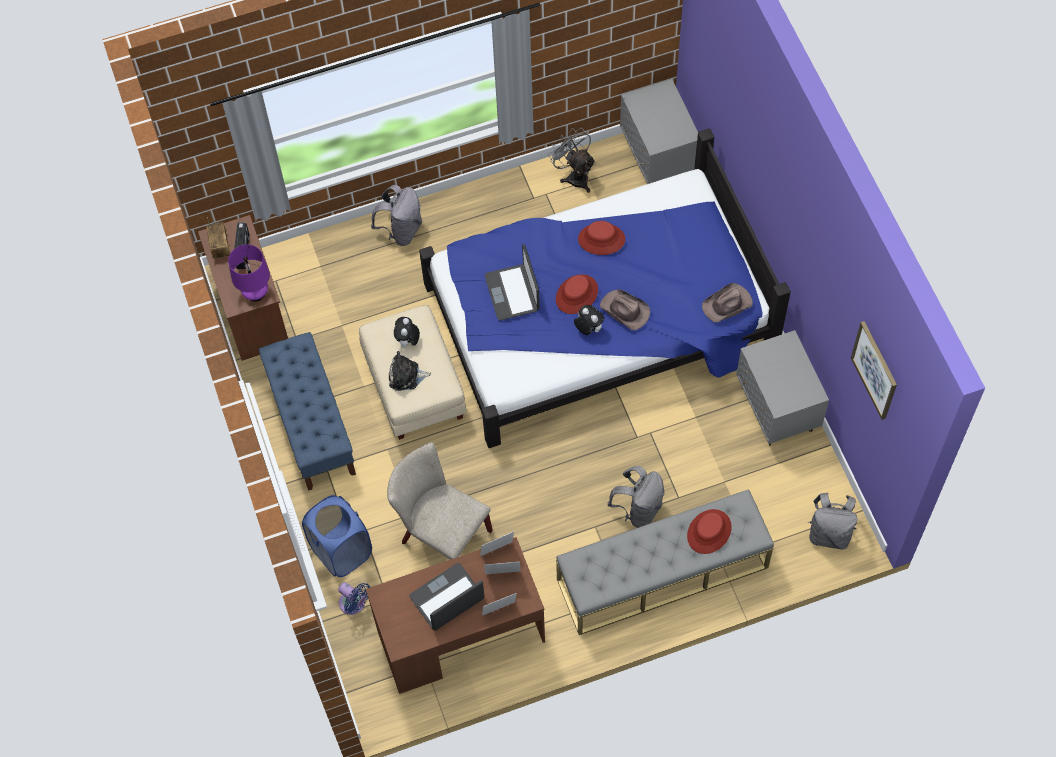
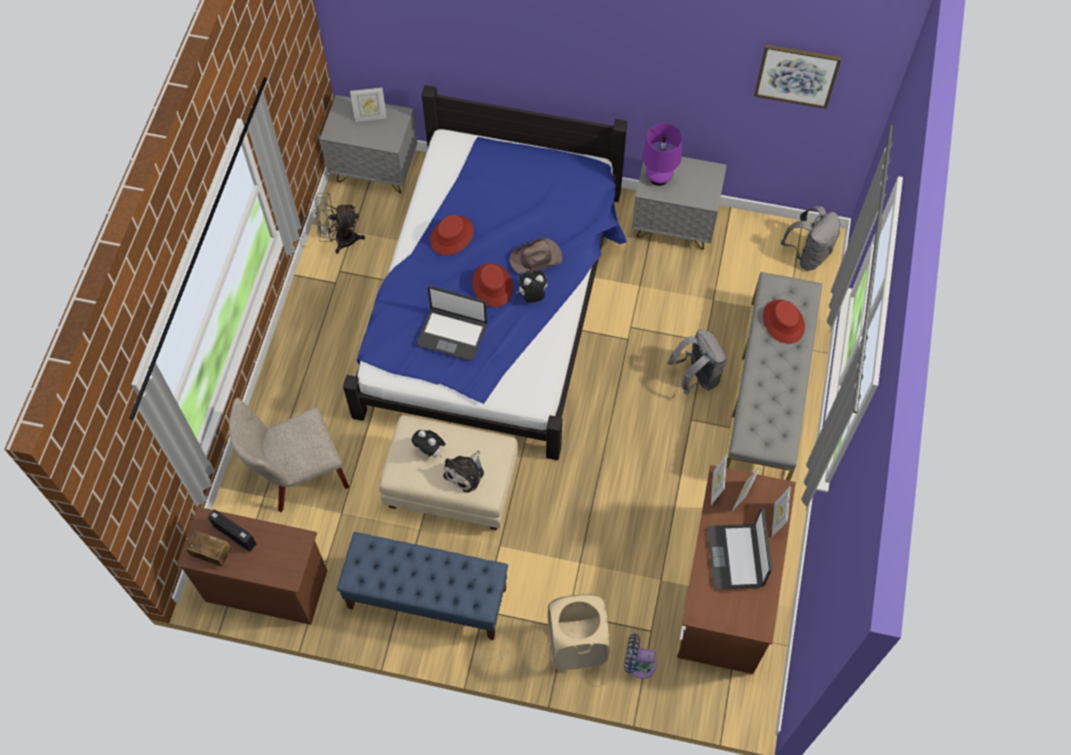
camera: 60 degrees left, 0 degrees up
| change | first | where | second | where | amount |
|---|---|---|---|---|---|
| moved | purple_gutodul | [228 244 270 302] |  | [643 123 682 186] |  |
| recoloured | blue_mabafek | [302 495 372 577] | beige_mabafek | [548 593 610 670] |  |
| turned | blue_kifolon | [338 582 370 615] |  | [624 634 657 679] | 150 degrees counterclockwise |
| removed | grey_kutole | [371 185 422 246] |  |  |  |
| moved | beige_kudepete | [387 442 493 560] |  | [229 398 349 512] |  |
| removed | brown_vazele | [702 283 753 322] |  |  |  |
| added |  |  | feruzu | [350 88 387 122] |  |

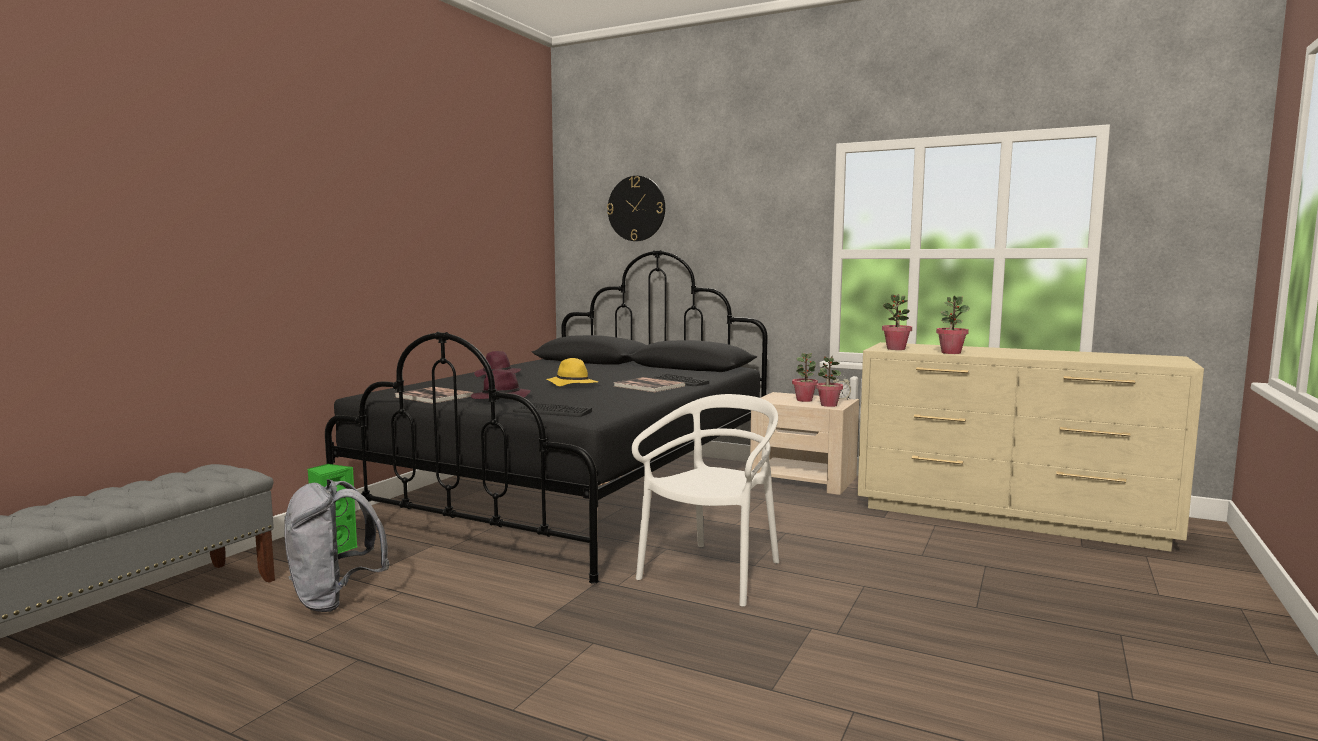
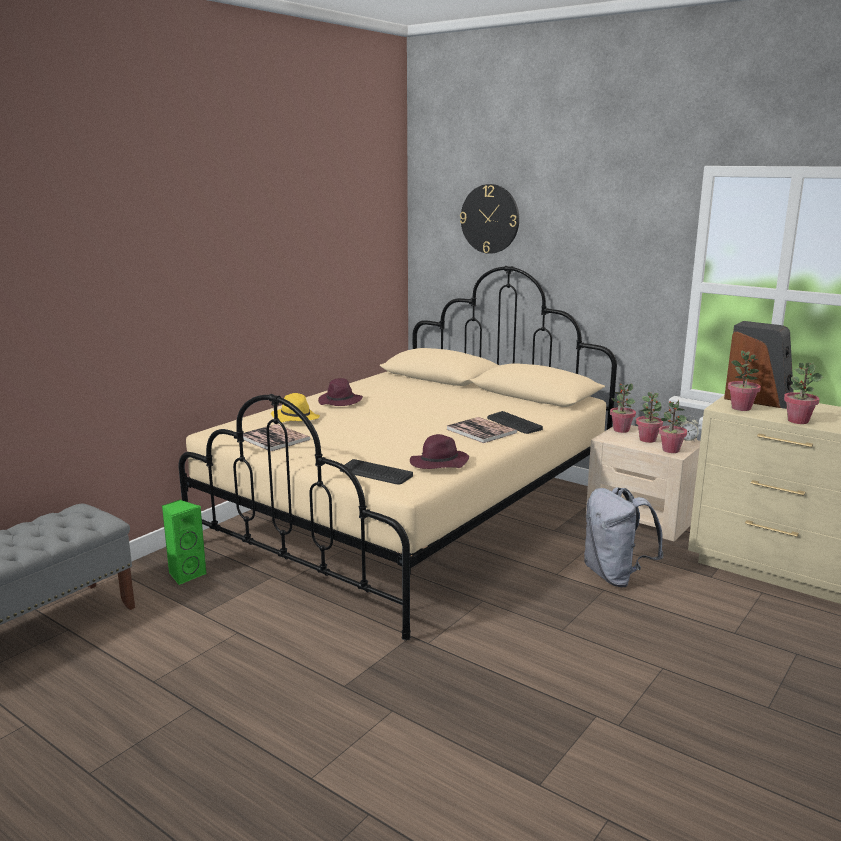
camera: 10 degrees right, 10 degrees up
| change | first | where | second | where | amount |
|---|---|---|---|---|---|
| moved | grey_kutole | [284 479 390 612] |  | [584 487 664 587] |  |
| recoloured | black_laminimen | [325 250 768 584] | beige_laminimen | [179 266 617 640] |  |
| moved | purple_vazele | [471 369 531 399] |  | [410 434 469 469] |  |
| moved | yellow_vazele | [547 358 598 386] |  | [271 393 320 422] |  |
| removed | white_kudepete | [632 394 779 607] |  |  |  |
| added |  |  | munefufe | [610 383 636 433] |  |
| added |  |  | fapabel | [724 321 794 409] |  |

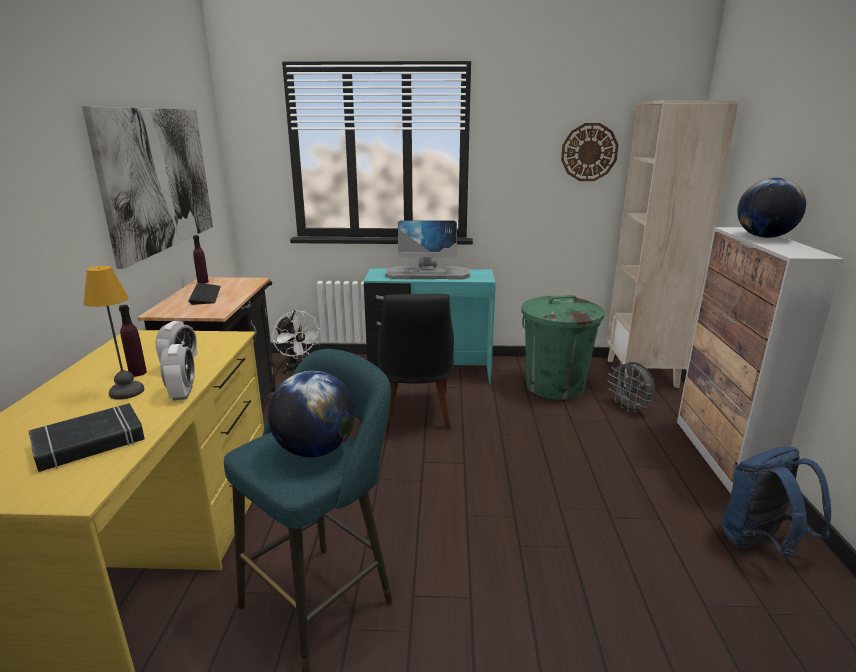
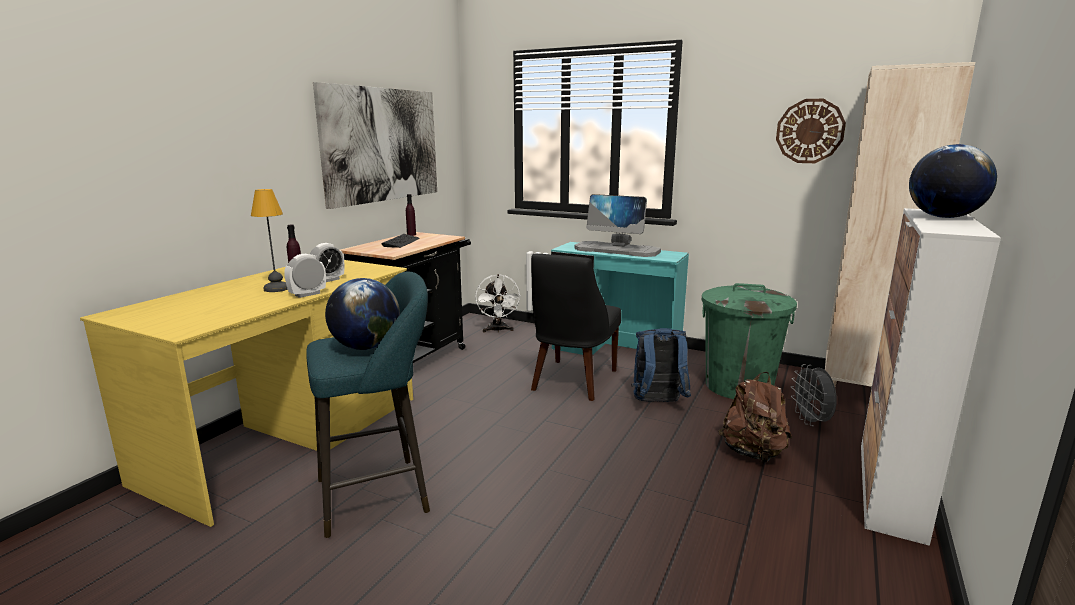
camera: 25 degrees right, 5 degrees down
| change | first | where | second | where | amount |
|---|---|---|---|---|---|
| removed | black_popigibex | [28 403 145 472] |  |  |  |
| turned | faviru | [160 344 195 400] |  | [285 254 326 298] | 150 degrees counterclockwise |
| moved | blue_kutole | [722 447 831 557] |  | [631 328 691 402] |  |
| added |  |  | brown_kutole | [718 372 792 463] |  |

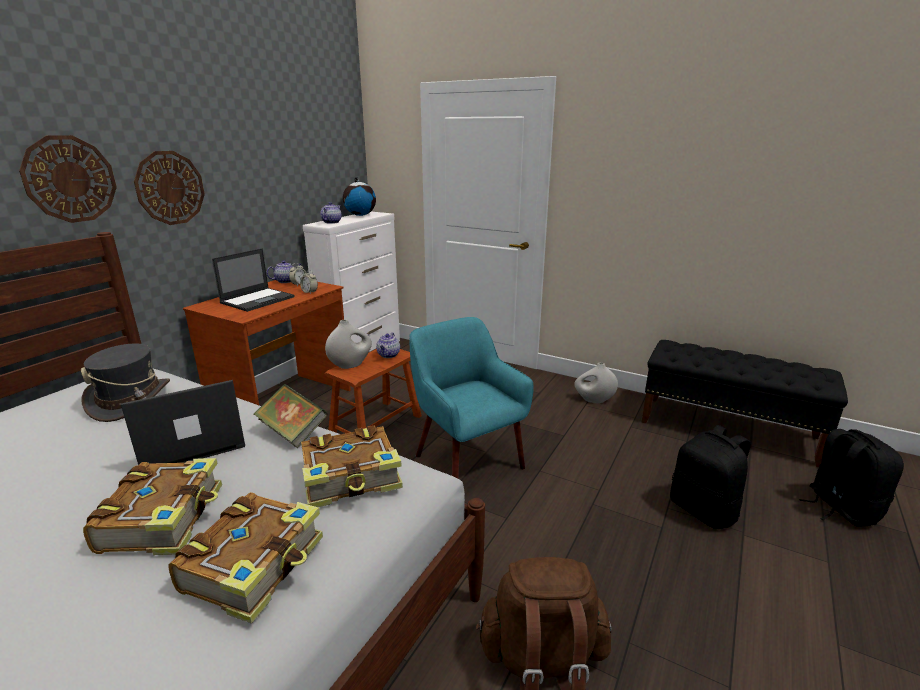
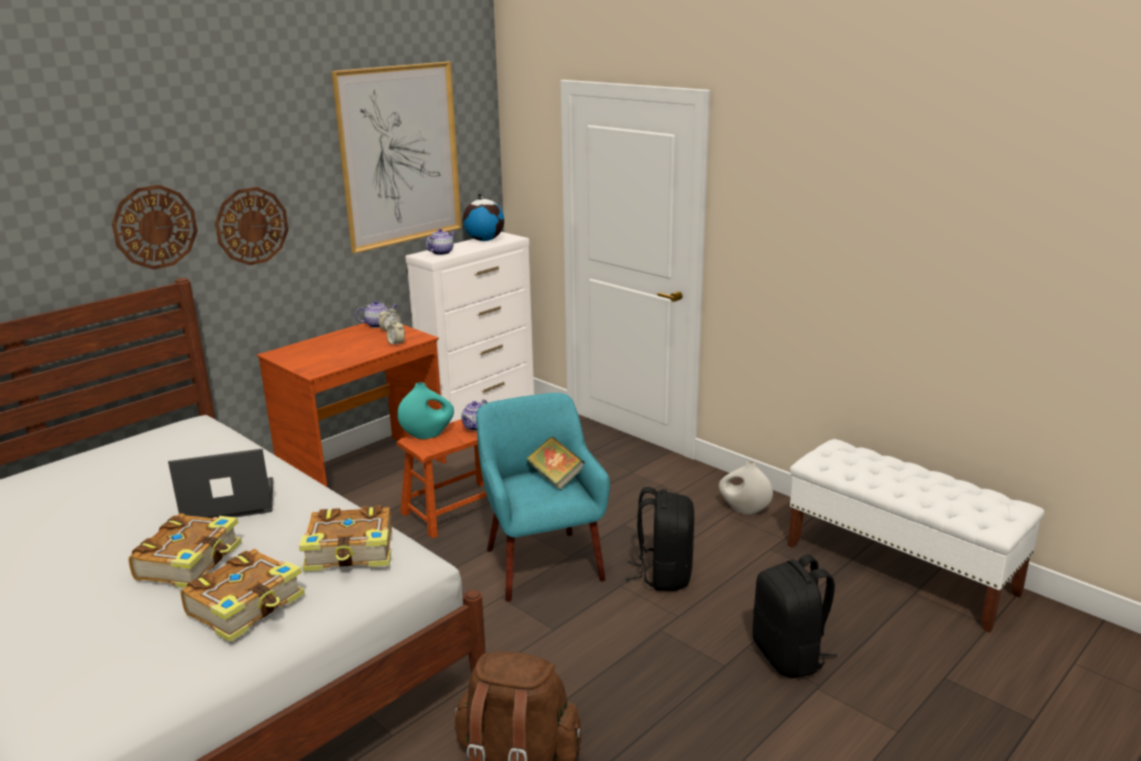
camera: 15 degrees right, 0 degrees up
| change | first | where | second | where | amount |
|---|---|---|---|---|---|
| removed | grey_vazele | [81 343 170 422] |  |  |  |
| removed | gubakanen | [212 248 294 312] |  |  |  |
| moved | popigibex | [253 384 328 448] |  | [526 437 585 490] |  |
| recoloured | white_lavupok | [325 320 372 369] | turquoise_lavupok | [397 382 454 439] |  |
| recoloured | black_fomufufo | [641 340 848 467] | white_fomufufo | [788 439 1044 633] |  |
| moved | black_kutole | [799 429 904 527] |  | [626 487 694 591] |  |
| added |  |  | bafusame | [331 62 462 253] |  |

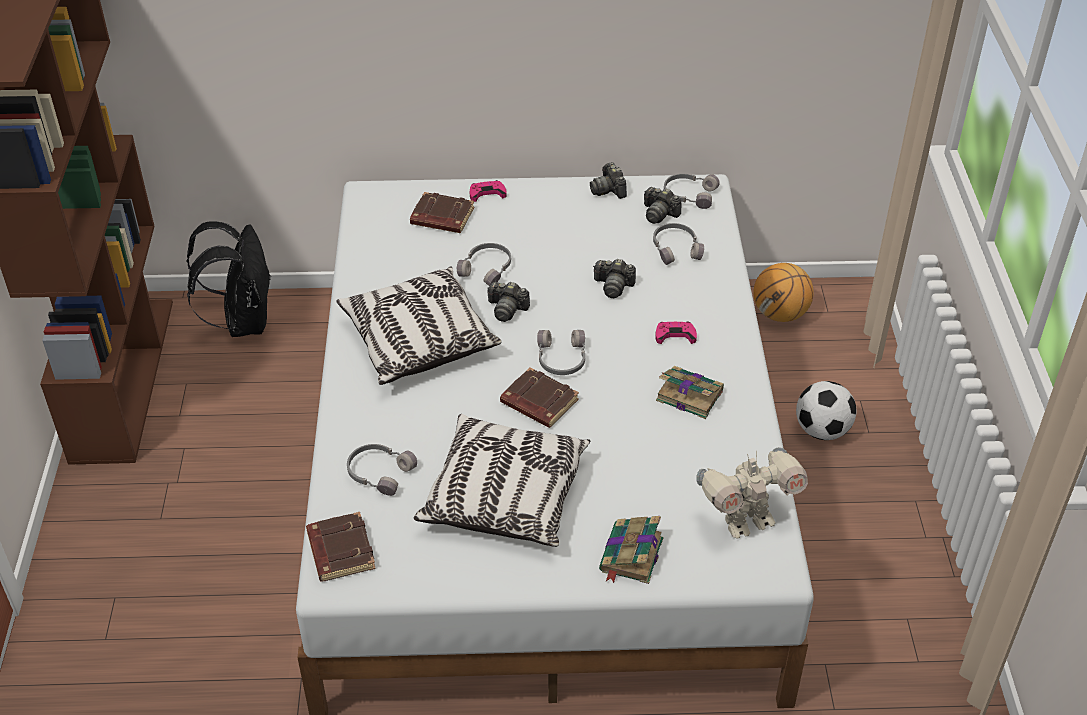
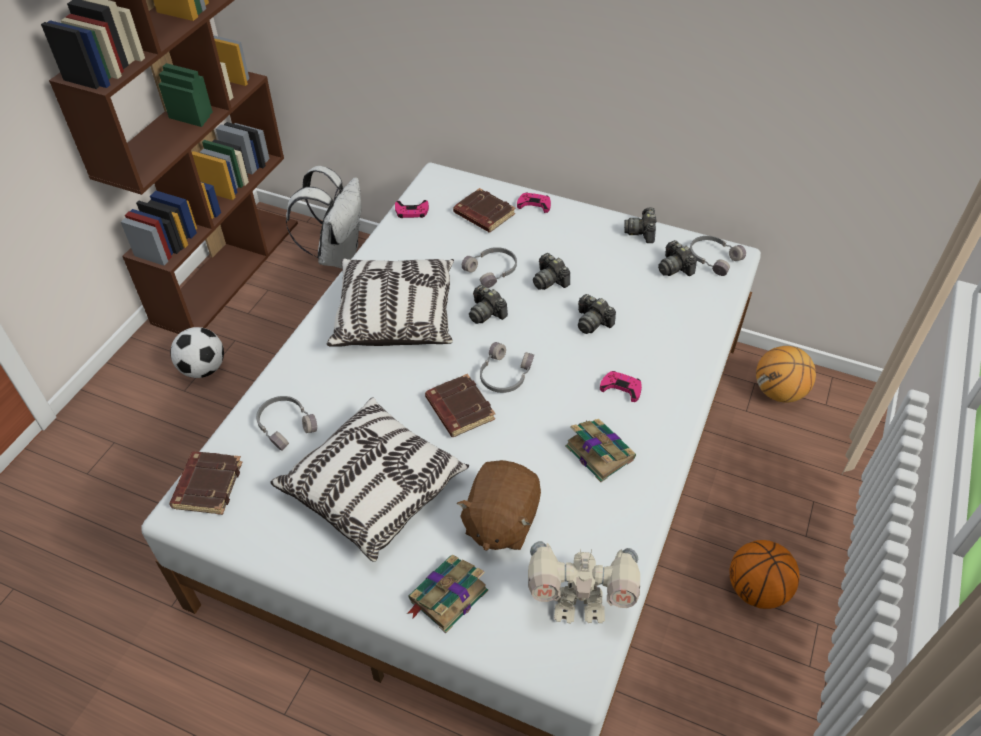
camera: 25 degrees right, 5 degrees up
| change | first | where | second | where | amount |
|---|---|---|---|---|---|
| recoloured | black_kutole | [187 221 271 337] | white_kutole | [286 166 362 269] |  |
| removed | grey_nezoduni | [653 223 704 265] |  |  |  |
| moved | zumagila | [796 381 857 440] |  | [170 327 224 378] |  |
| added |  |  | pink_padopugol | [395 200 429 218] |  |
| added |  |  | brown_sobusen | [457 460 541 551] |  |
| added |  |  | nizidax | [533 253 570 290] |  |
| added |  |  | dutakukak | [729 540 800 609] |  |

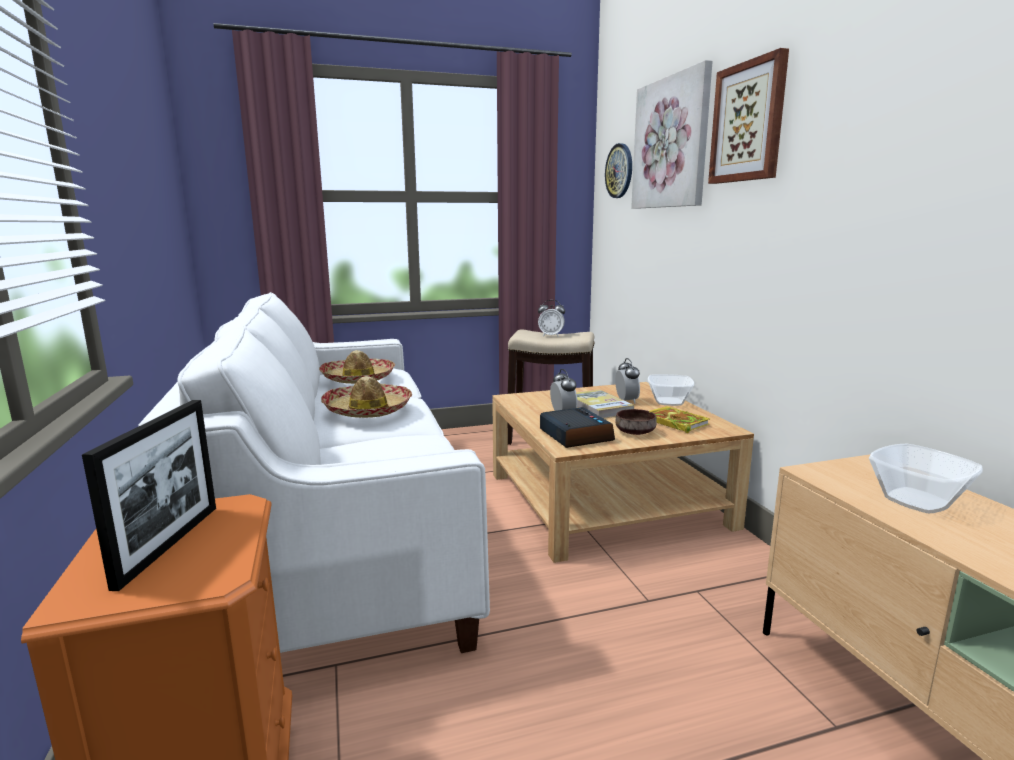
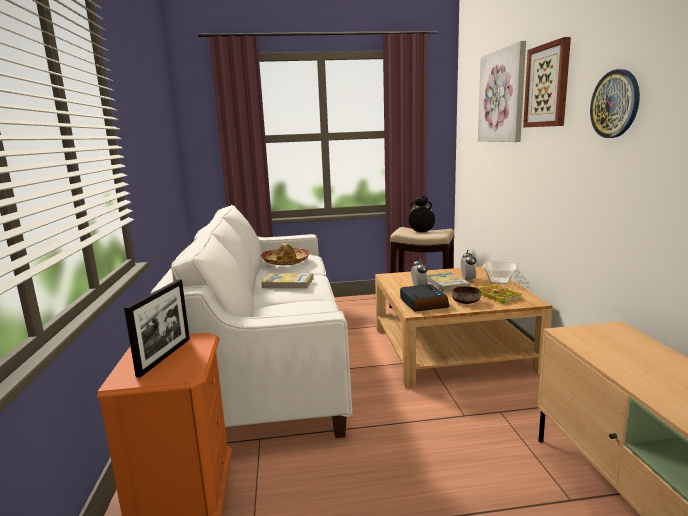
camera: 10 degrees right, 0 degrees up
| change | first | where | second | where | amount |
|---|---|---|---|---|---|
| replaced | vazele | [321 376 412 418] | popigibex | [261 273 313 289] |  |
| replaced | faviru | [538 300 565 337] | black_lavupok | [408 196 435 232] |  |
| moved | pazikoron | [605 143 632 198] |  | [590 69 640 138] |  |
| removed | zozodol | [869 444 982 513] |  |  |  |

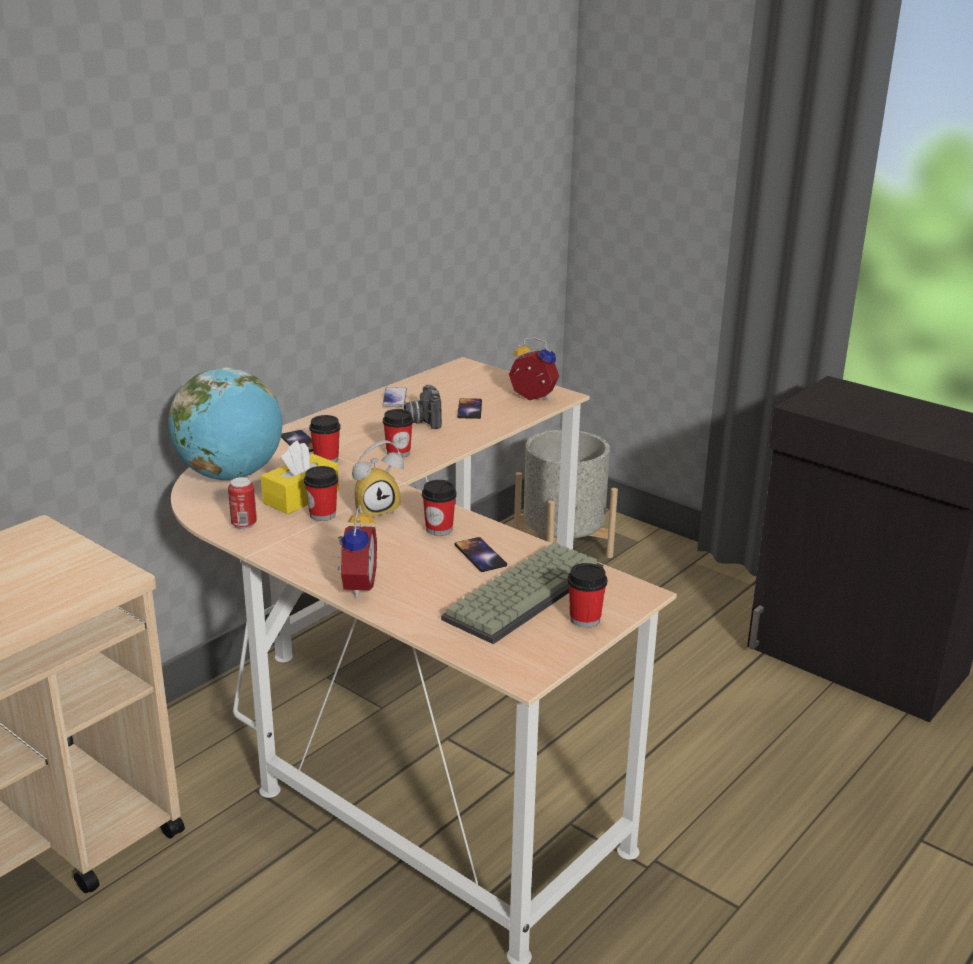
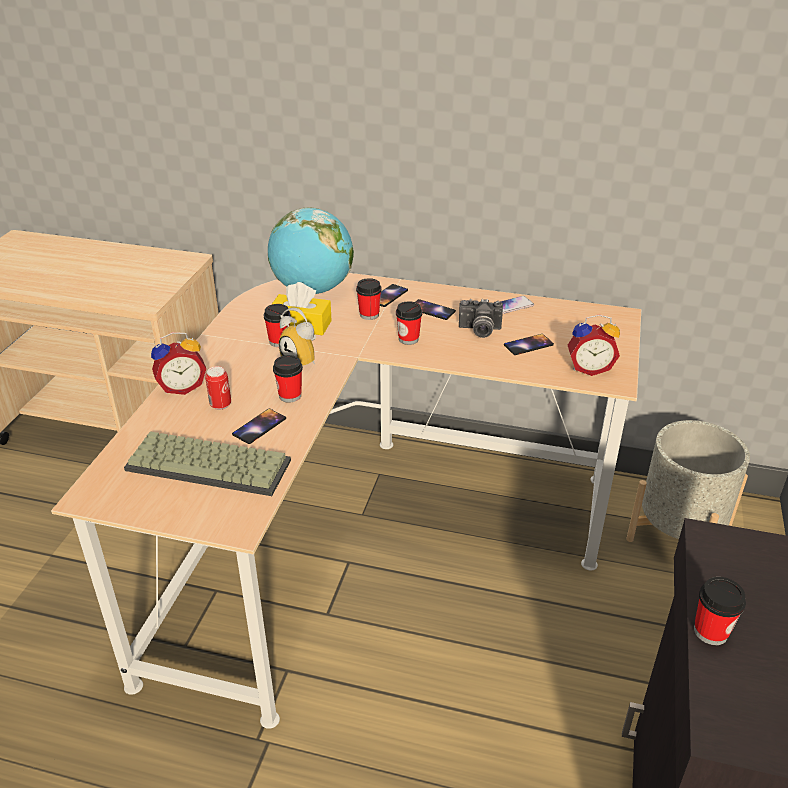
camera: 65 degrees right, 10 degrees up
| change | first | where | second | where | amount |
|---|---|---|---|---|---|
| moved | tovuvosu | [228 477 257 529] |  | [205 366 231 410] |  |
| turned | nizidax | [404 385 442 429] |  | [459 299 503 338] | 135 degrees counterclockwise |
| turned | faviru | [509 337 559 400] |  | [568 314 620 376] | 90 degrees clockwise |
| moved | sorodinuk | [568 563 607 628] |  | [694 577 746 645] |  |
| added |  |  | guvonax | [416 299 456 320] |  |

